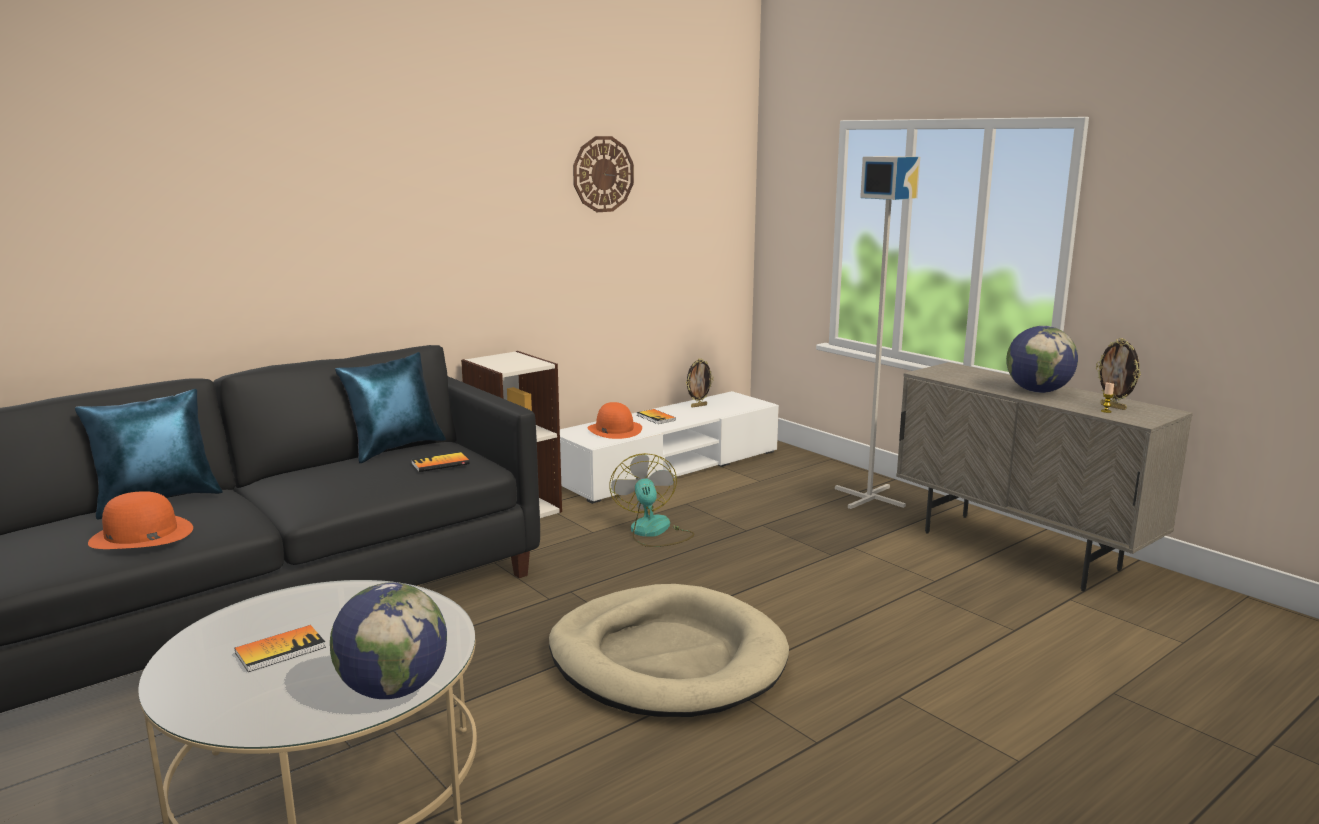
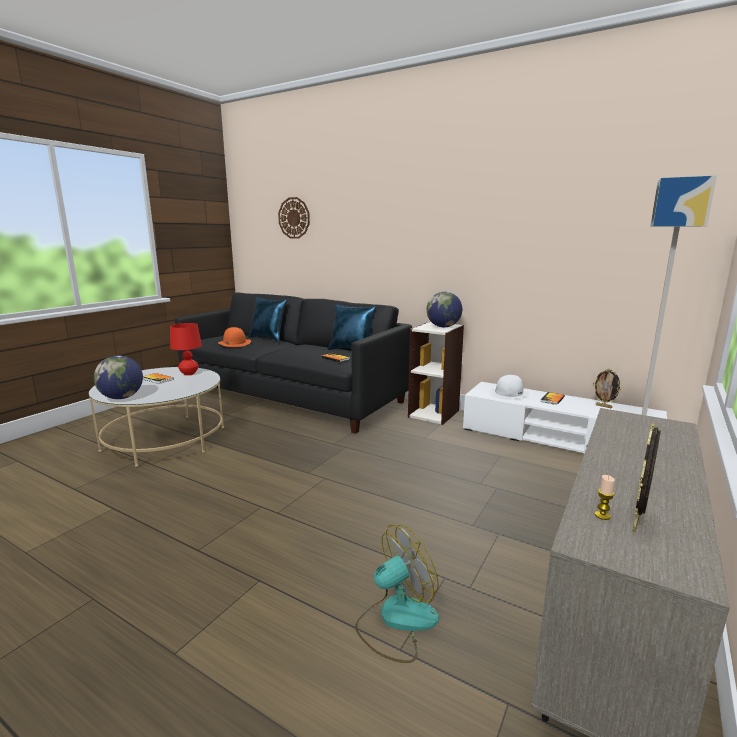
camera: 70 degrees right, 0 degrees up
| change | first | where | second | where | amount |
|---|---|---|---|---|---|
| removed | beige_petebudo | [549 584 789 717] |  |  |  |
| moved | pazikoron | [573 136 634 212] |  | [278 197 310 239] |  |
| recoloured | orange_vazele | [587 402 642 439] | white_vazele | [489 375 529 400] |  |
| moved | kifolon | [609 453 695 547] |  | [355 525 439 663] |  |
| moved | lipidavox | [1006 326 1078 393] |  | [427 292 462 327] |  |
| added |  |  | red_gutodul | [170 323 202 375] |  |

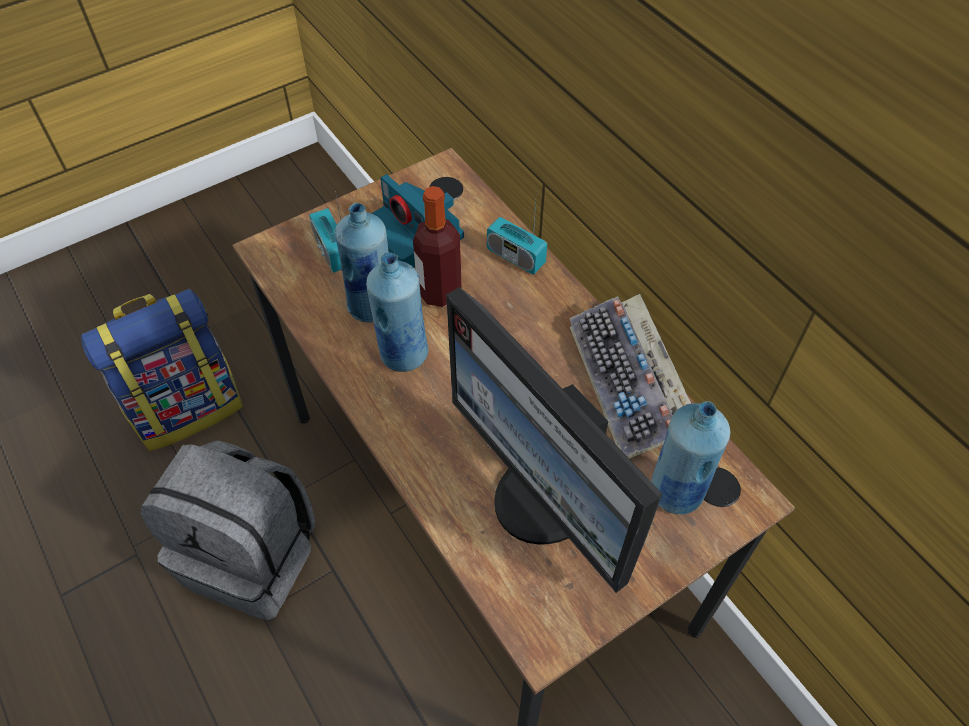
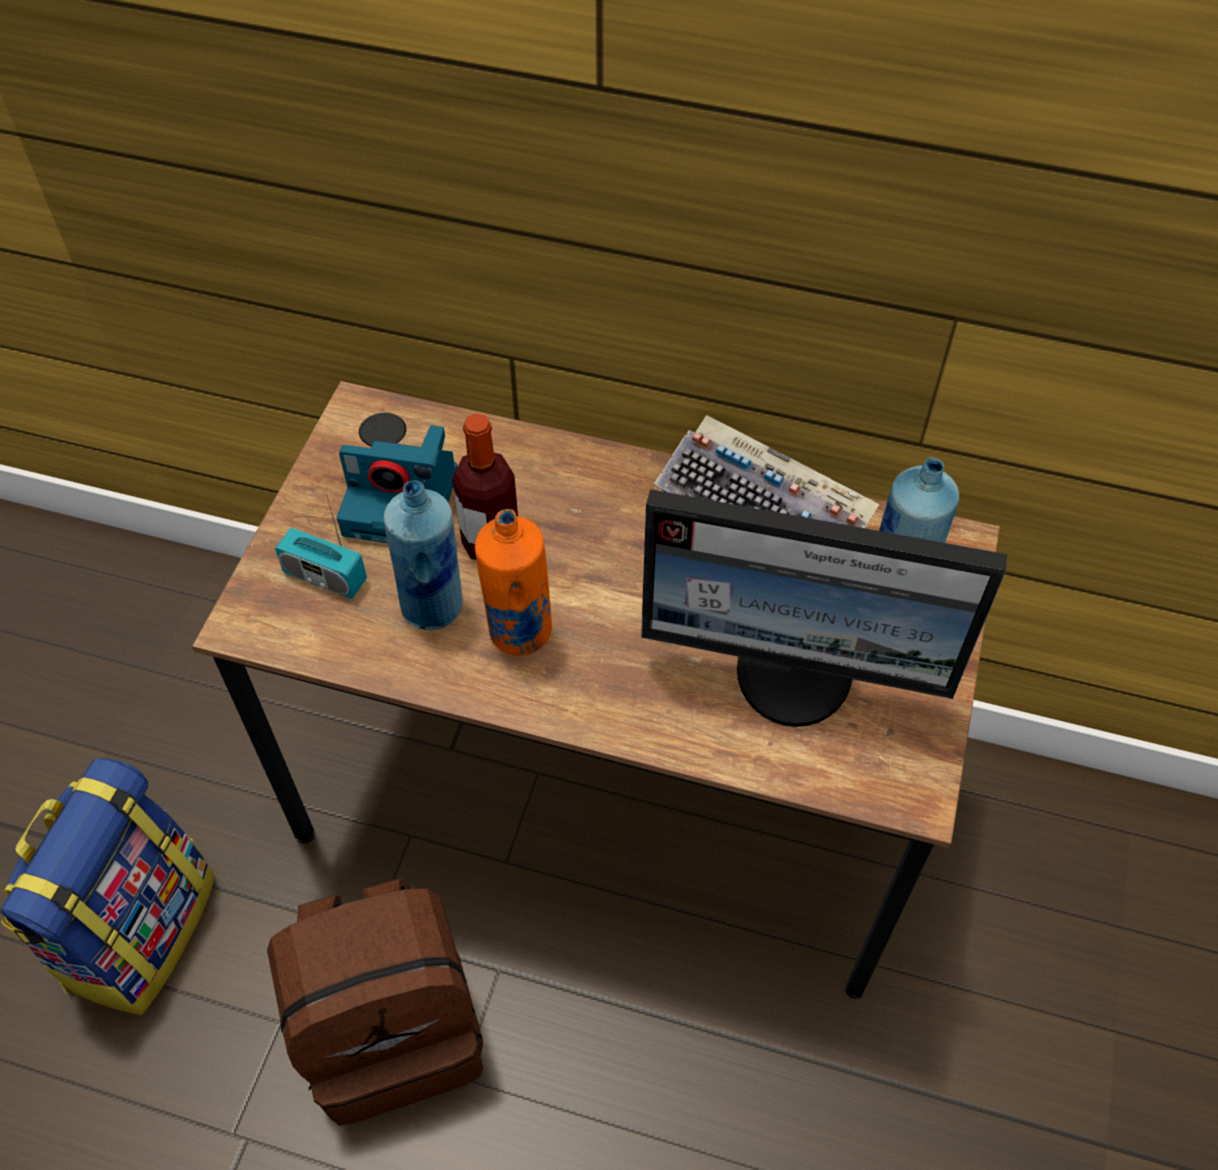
camera: 40 degrees left, 0 degrees up
| change | first | where | second | where | amount |
|---|---|---|---|---|---|
| recoloured | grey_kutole | [141 440 315 621] | brown_kutole | [267 878 483 1126] |  |
| recoloured | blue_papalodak | [366 253 429 372] | orange_papalodak | [475 509 552 655] |  |
| removed | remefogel | [487 200 547 275] |  |  |  |

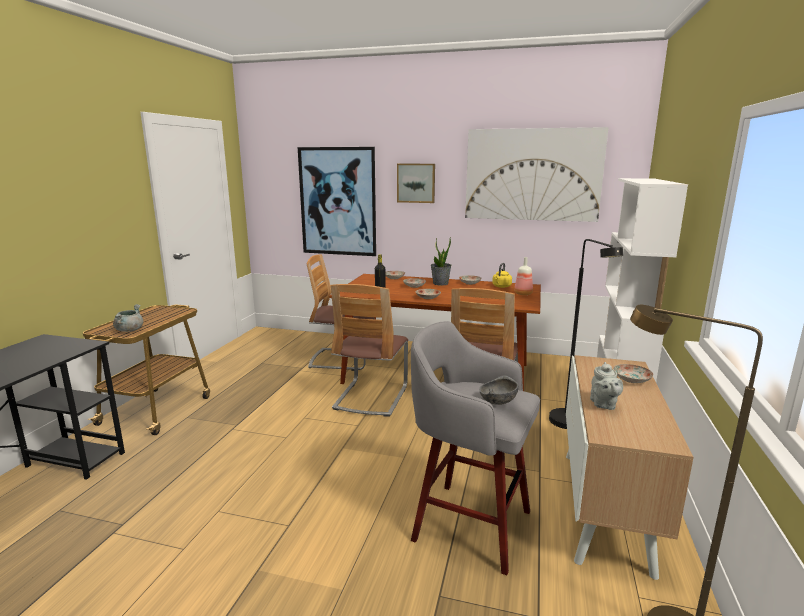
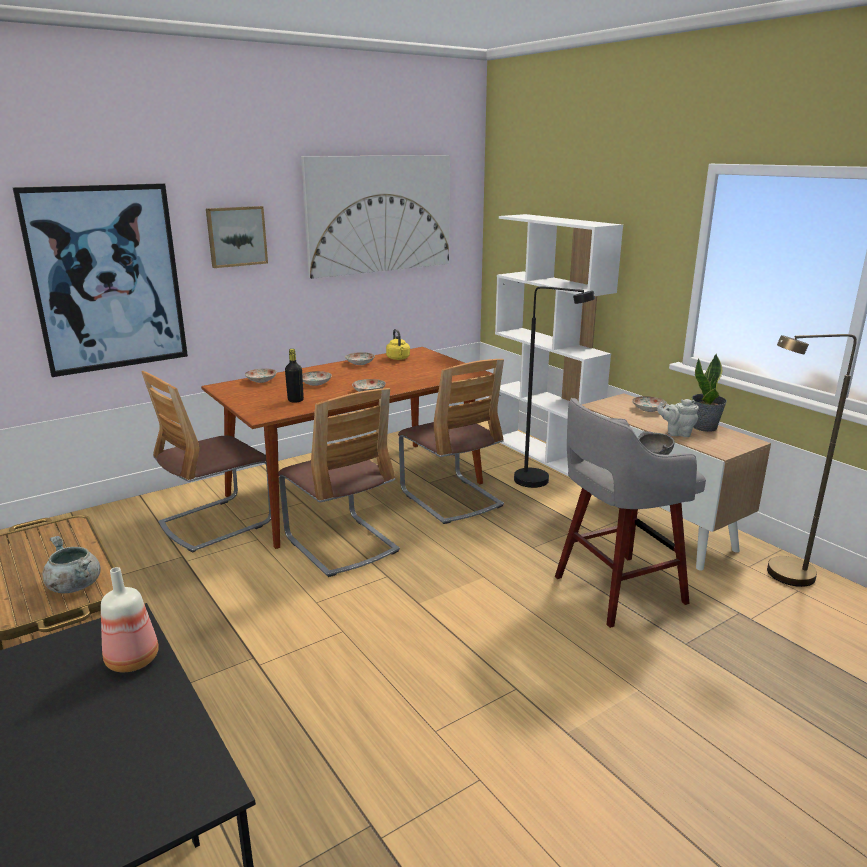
camera: 50 degrees left, 5 degrees up
| change | first | where | second | where | amount |
|---|---|---|---|---|---|
| moved | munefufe | [431 237 452 286] |  | [692 353 727 432] |  |
| moved | papalodak | [514 257 533 295] |  | [101 567 159 672] |  |
| turned | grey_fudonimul | [590 362 623 410] |  | [657 399 699 437] | 150 degrees clockwise |

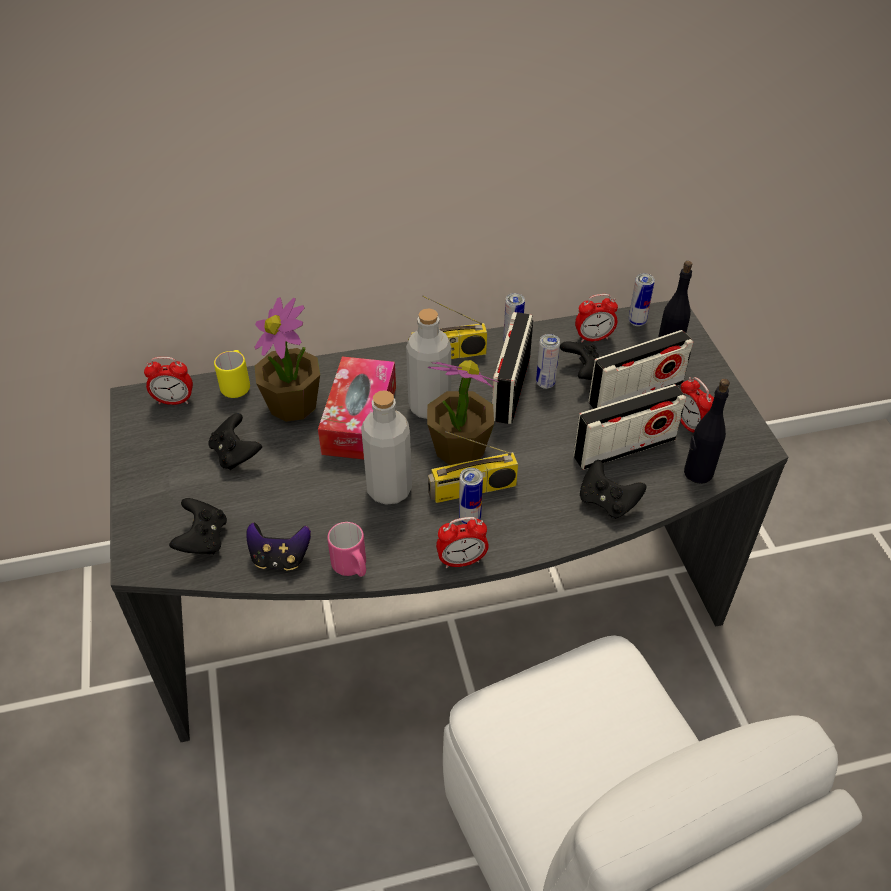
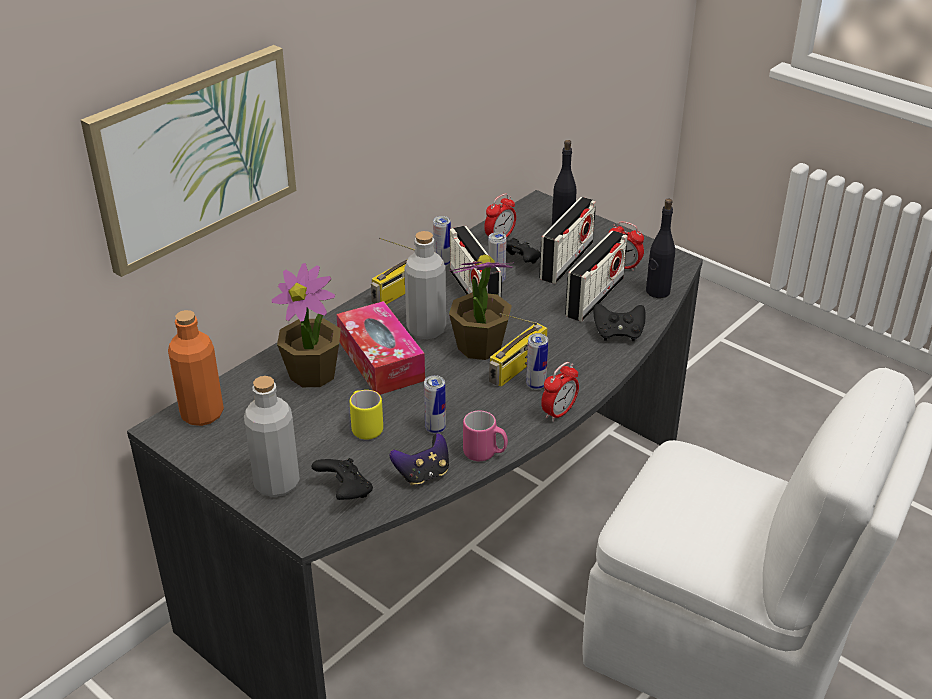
camera: 35 degrees left, 10 degrees down
| change | first | where | second | where | amount |
|---|---|---|---|---|---|
| replaced | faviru | [144 357 193 405] | orange_papalodak | [168 310 224 426] |  |
| removed | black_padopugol | [208 413 262 470] |  |  |  |
| moved | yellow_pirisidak | [214 350 250 398] |  | [350 390 383 440] |  |
| moved | grey_papalodak | [361 390 412 505] |  | [244 376 300 497] |  |
| moved | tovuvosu | [629 273 655 326] |  | [424 375 446 434] |  |
| added |  |  | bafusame | [81 45 296 277] |  |

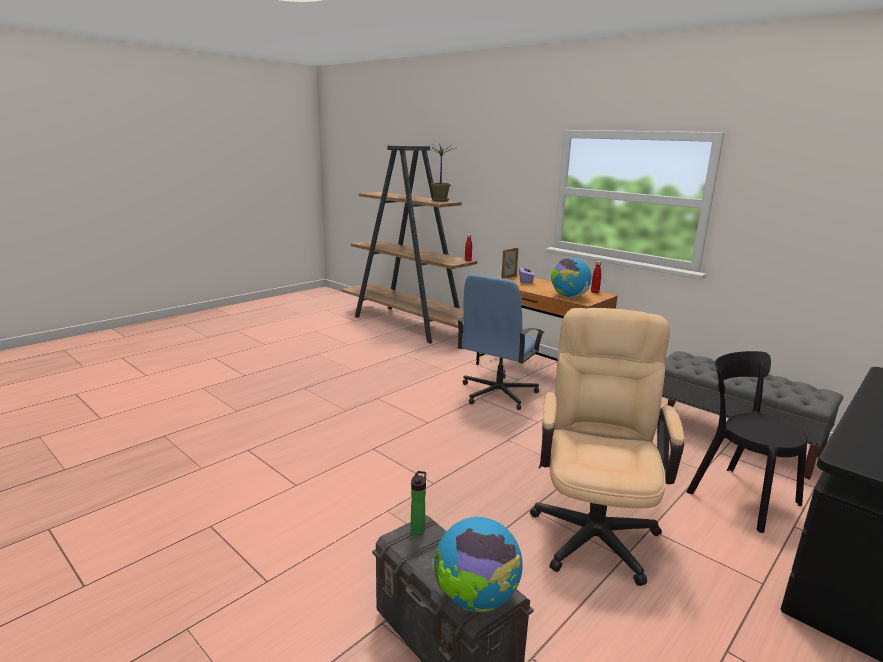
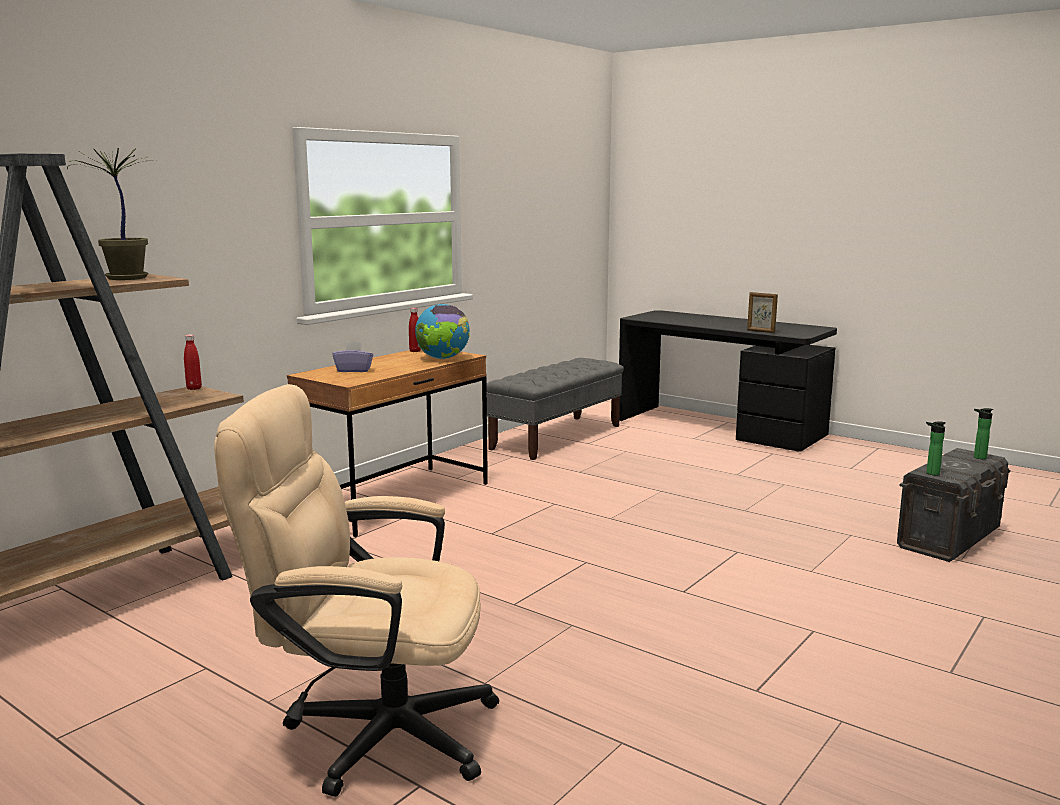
camera: 95 degrees left, 5 degrees down
| change | first | where | second | where | amount |
|---|---|---|---|---|---|
| replaced | lipidavox | [434 517 523 612] | papalodak | [974 408 993 459] |  |
| removed | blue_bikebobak | [457 274 544 410] |  |  |  |
| moved | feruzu | [501 248 518 279] |  | [747 292 778 333] |  |
| moved | beige_bikebobak | [530 308 684 586] |  | [214 384 499 797] |  |
| removed | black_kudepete | [686 351 807 533] |  |  |  |

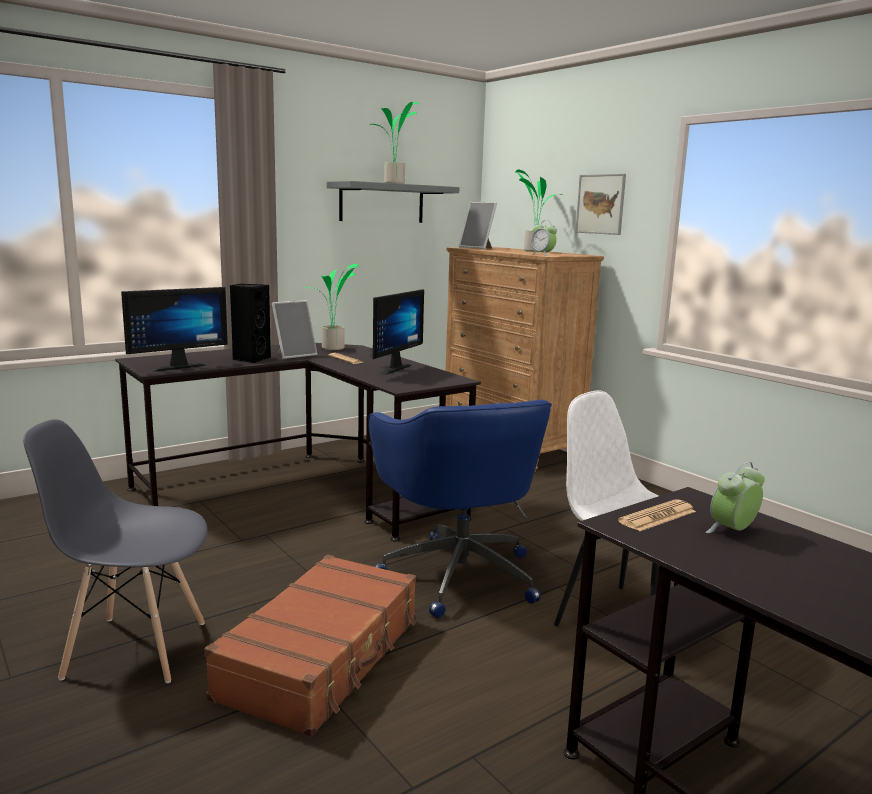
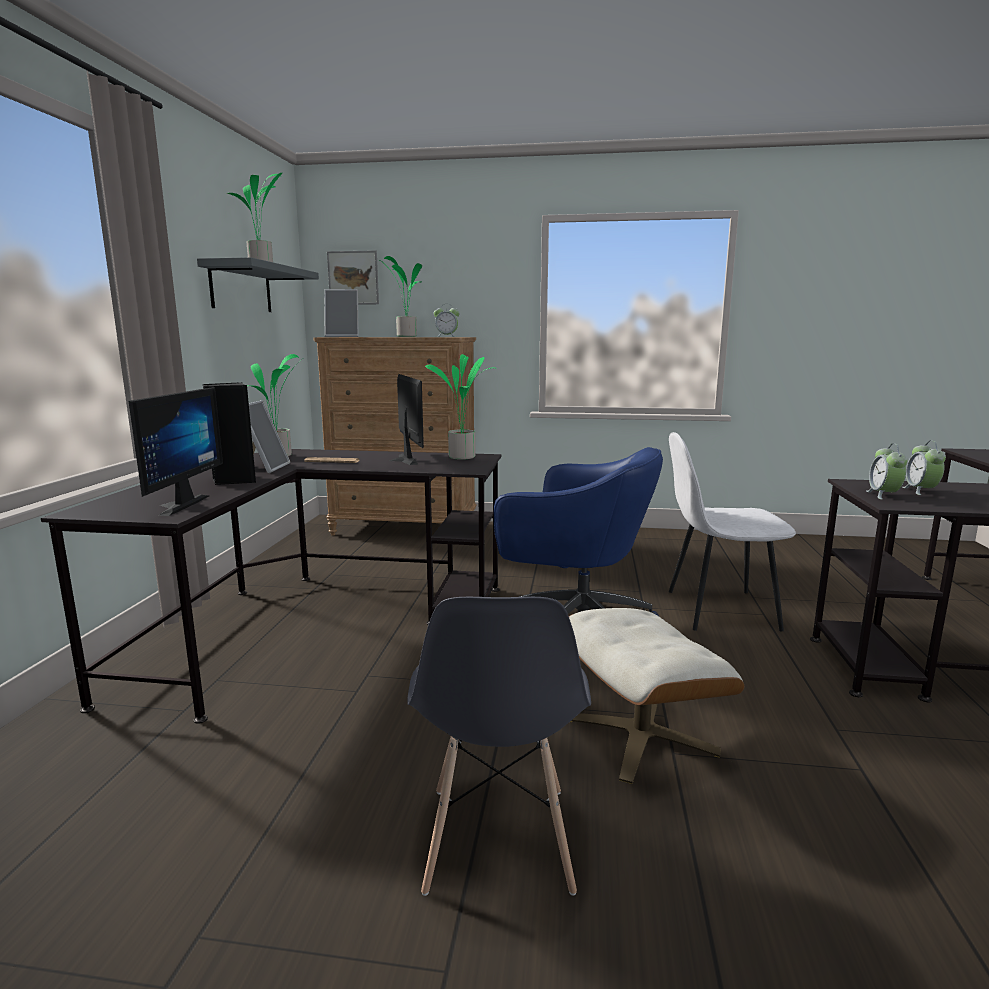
camera: 45 degrees left, 0 degrees up
| change | first | where | second | where | amount |
|---|---|---|---|---|---|
| turned | grey_kudepete | [23 419 208 683] |  | [407 597 591 896] | 45 degrees counterclockwise |
| replaced | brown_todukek | [205 555 416 737] | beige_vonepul | [569 608 744 784] |  |
| moved | bafusame | [575 174 626 235] |  | [327 250 379 304] |  |
| replaced | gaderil | [618 499 696 531] | faviru | [866 443 908 500] |  |
| added |  |  | munefufe | [425 354 497 460] |  |

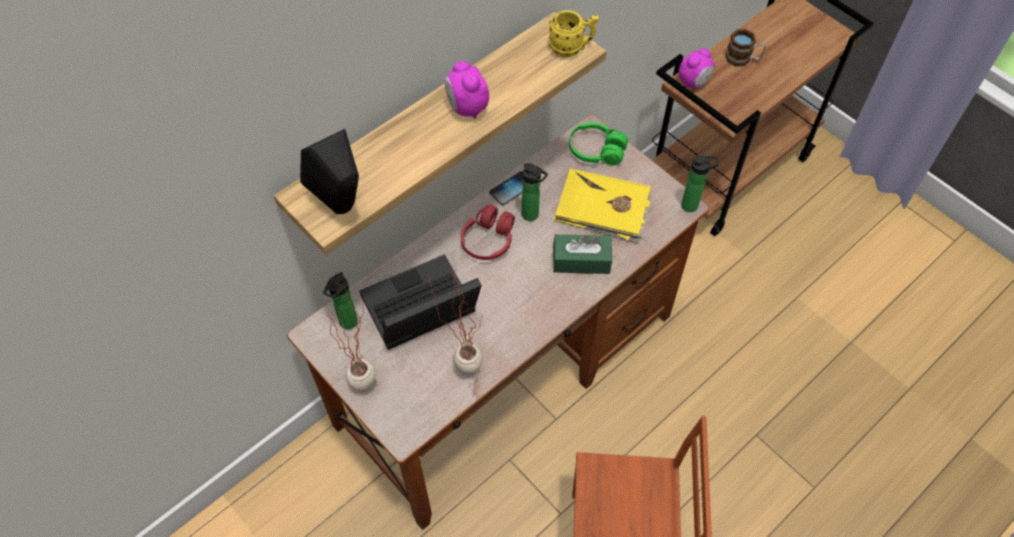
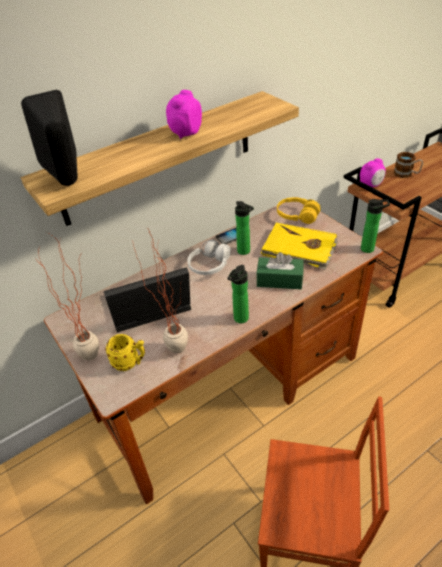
camera: 10 degrees right, 15 degrees down
| change | first | where | second | where | amount |
|---|---|---|---|---|---|
| moved | papalodak | [323 272 358 329] |  | [228 265 249 324] |  |
| turned | faviru | [445 61 489 119] |  | [166 90 202 139] | 45 degrees clockwise |
| recoloured | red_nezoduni | [460 205 515 260] | white_nezoduni | [187 240 231 275] |  |
| moved | yellow_pirisidak | [549 10 599 57] |  | [105 334 145 371] |  |
| recoloured | green_nezoduni | [569 123 628 165] | yellow_nezoduni | [277 197 321 224] |  |

